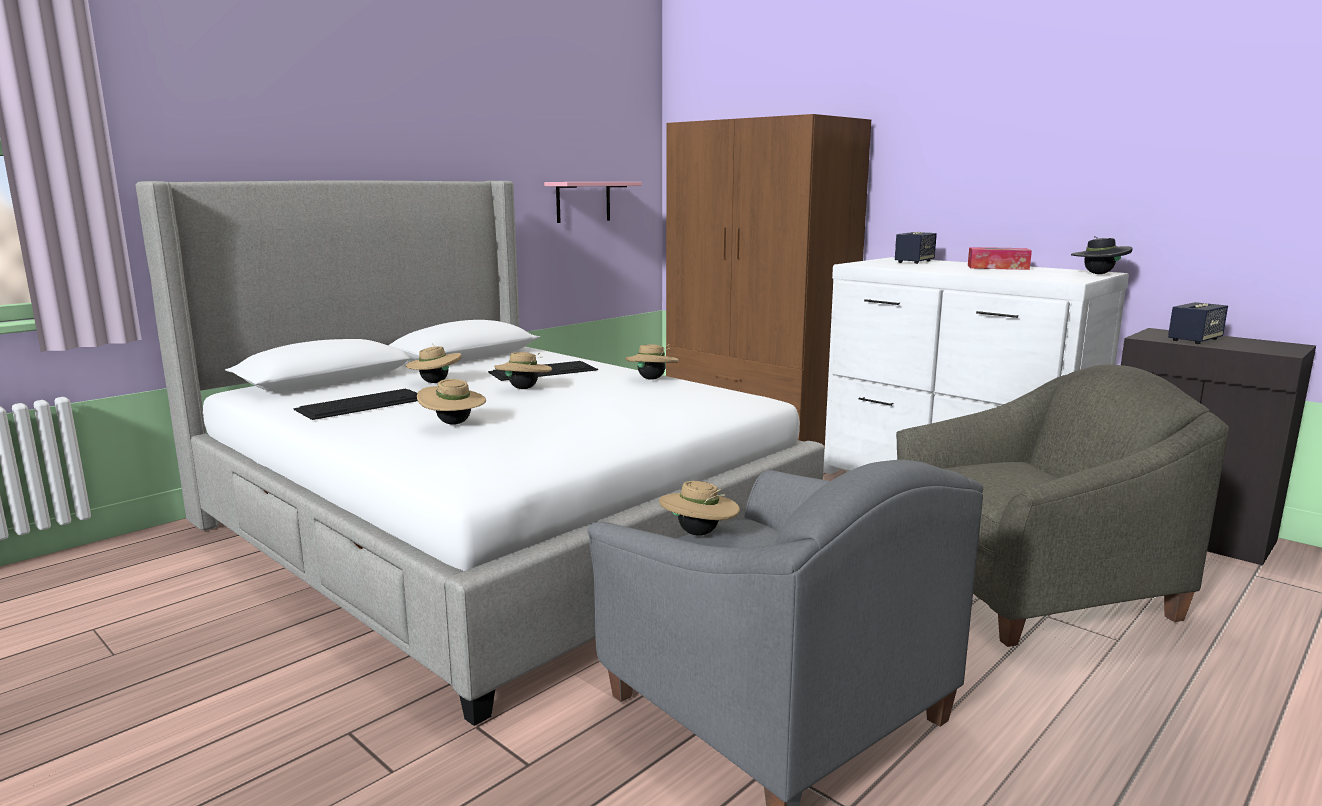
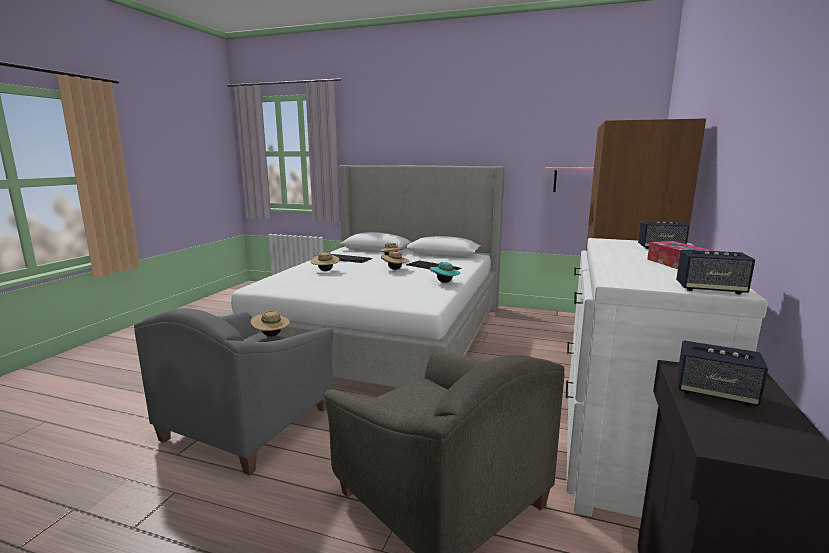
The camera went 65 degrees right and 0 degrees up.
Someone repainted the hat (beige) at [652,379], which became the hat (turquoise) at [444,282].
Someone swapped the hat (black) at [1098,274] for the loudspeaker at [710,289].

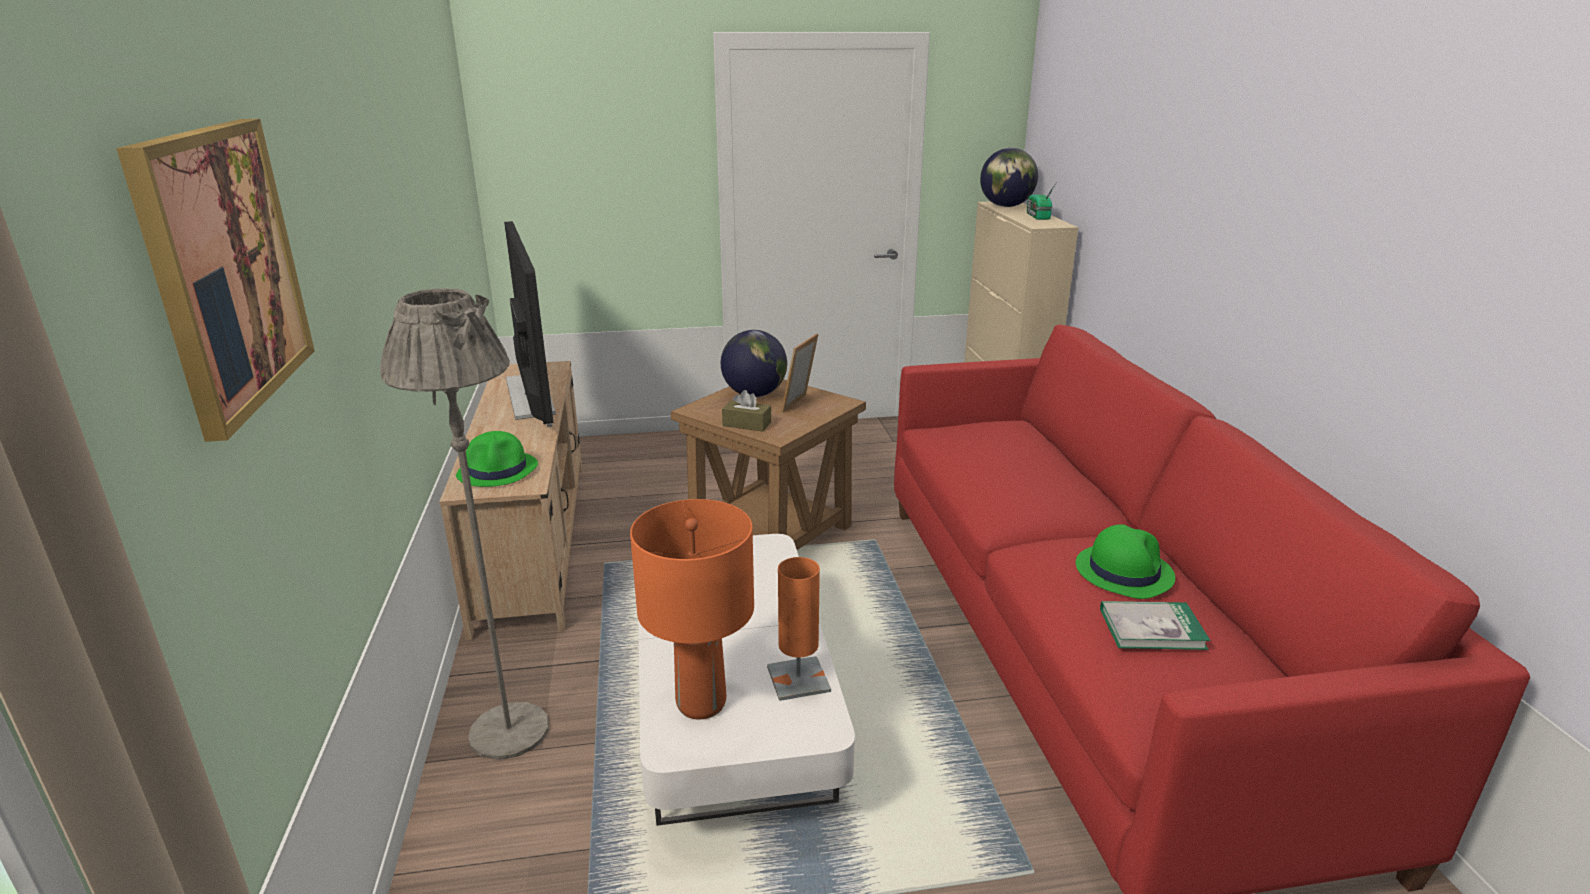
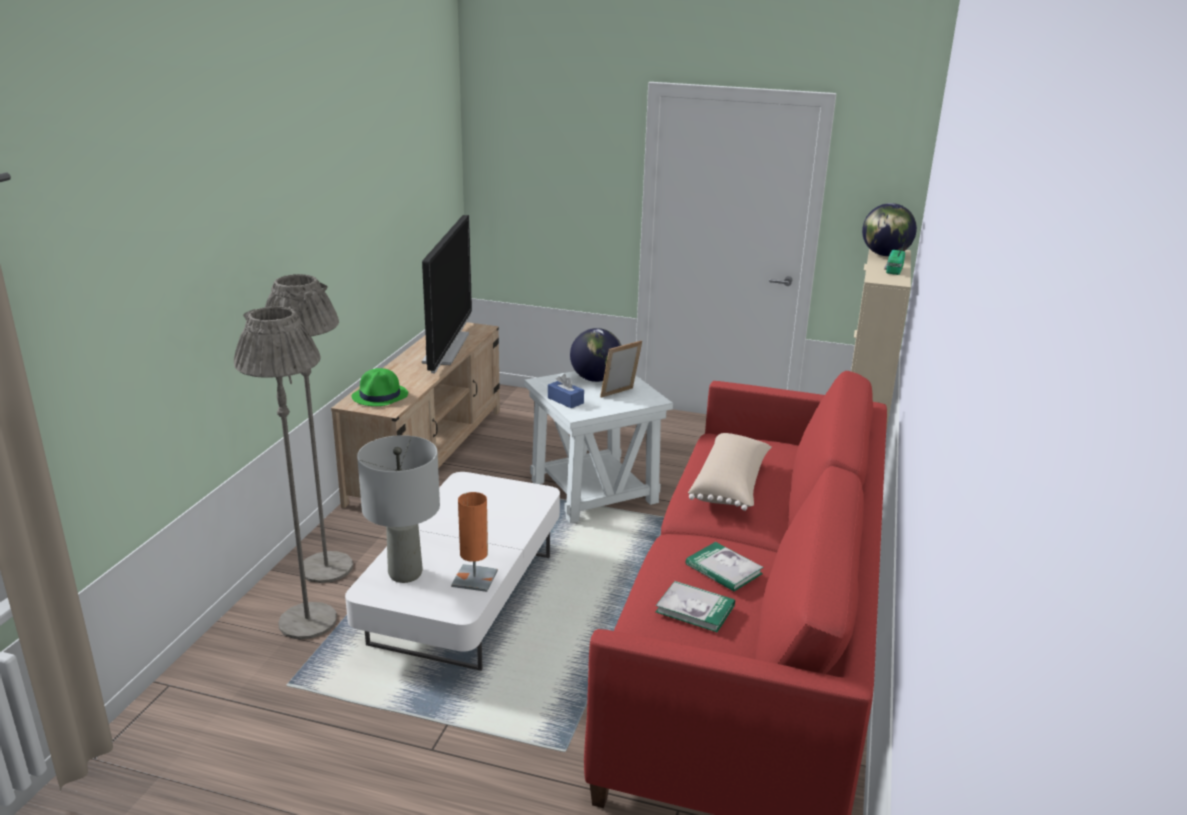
The camera went 25 degrees right and 0 degrees up.
Someone took away the wall art at [223,269].
Someone repainted the table lamp (orangey) at [702,703], which became the table lamp (gray) at [406,573].
Someone repainted the side table (brownish) at [771,533], which became the side table (whitish) at [593,492].
Someone repainted the tissue holder (brownish) at [747,424], which became the tissue holder (bluish) at [565,400].
Someone swapped the hat (greenish) at [1123,571] for the bound book at [723,569].
Someone put down the floor lamp (gray) at [308,621].
Someone put down the cushion (beige) at [731,485].

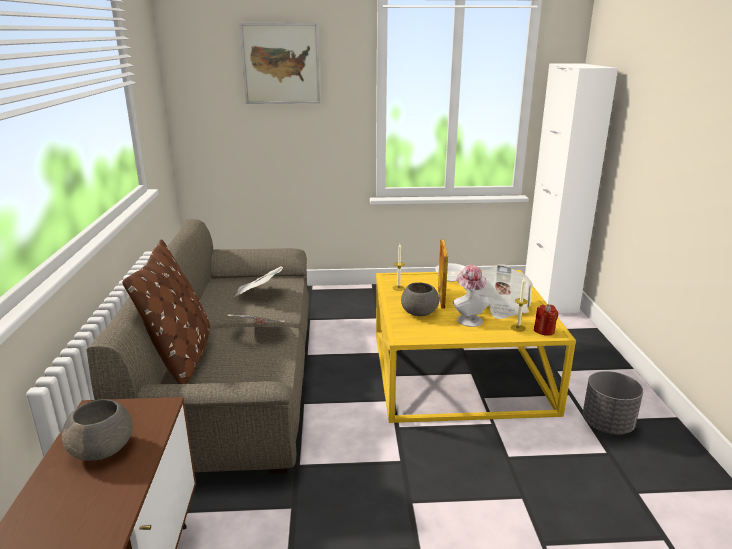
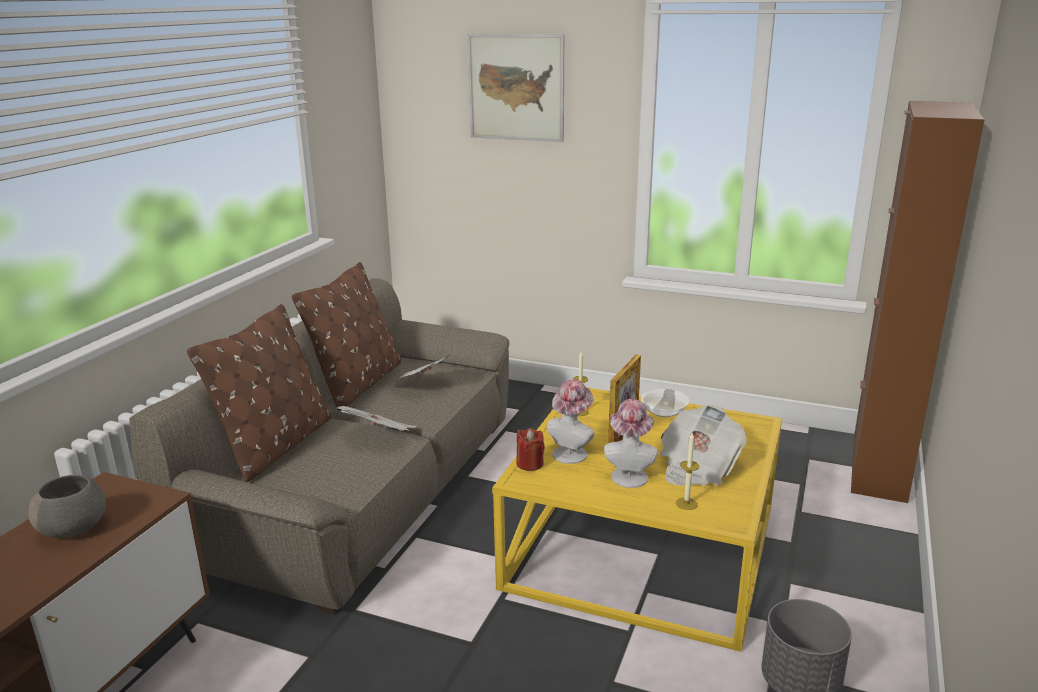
The camera went 25 degrees right and 0 degrees up.
Someone swapped the serving bowl (gray) at [419,313] for the hat at [571,452].
Someone repainted the cupboard (whitish) at [549,297], which became the cupboard (brownish) at [878,469].
Someone carried the wax light (red-coloured) from [544,330] to [530,464].
Someone put down the cushion (brownish) at [358,384].

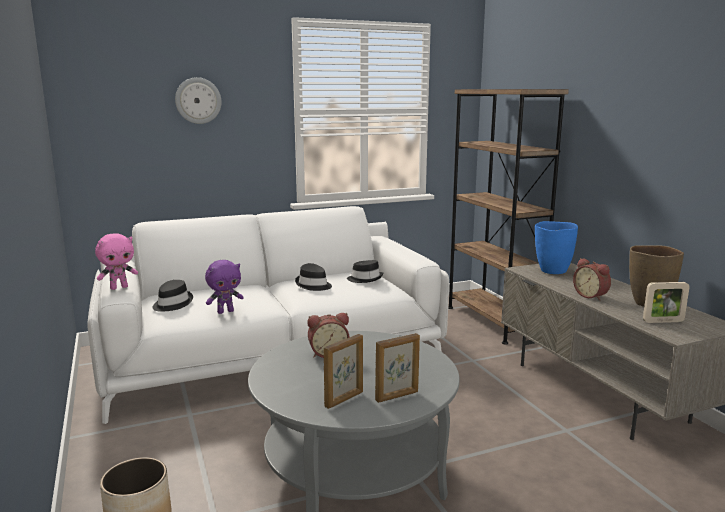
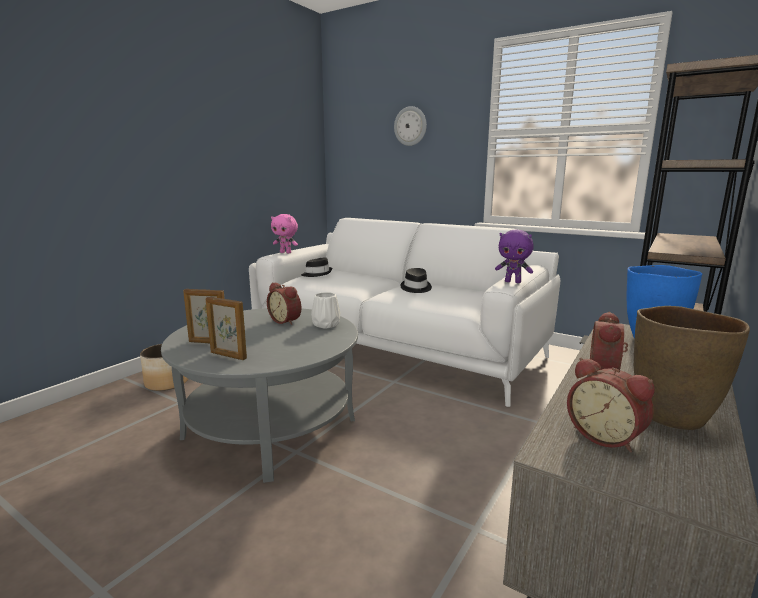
The camera went 55 degrees right and 0 degrees up.
Someone carried the plush toy (purple) from [225,311] to [513,282].
Someone took away the hat (black) at [365,279].
Someone swapped the photo frame at [663,321] for the bedside clock at [606,436].
Someone put down the vase (whitish) at [326,325].

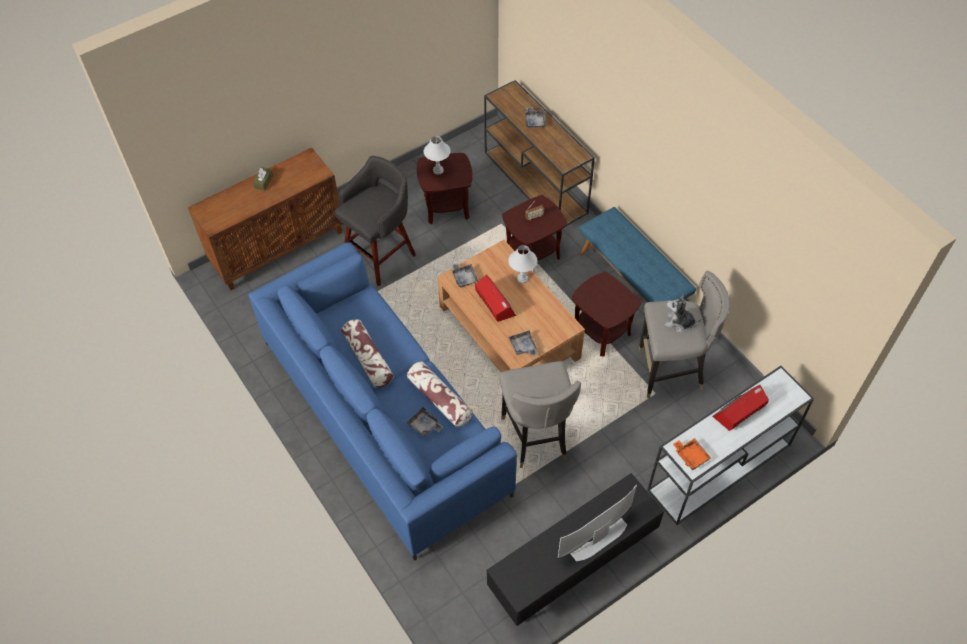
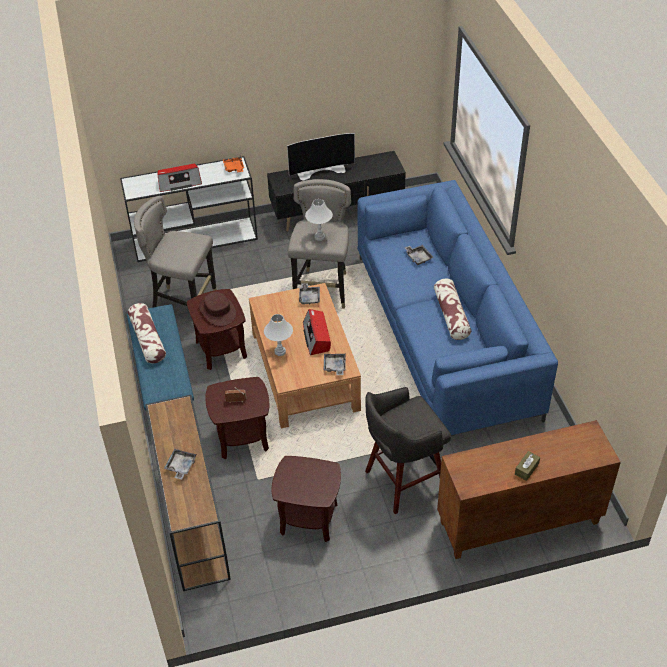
The camera went 160 degrees left and 10 degrees down.
Someone carried the cushion from [439,399] to [148,339].
Someone carried the table lamp (whitish) from [438,170] to [320,237].
Someone took away the plush toy at [679,323].
Someone put down the hat (brownish) at [217,311].

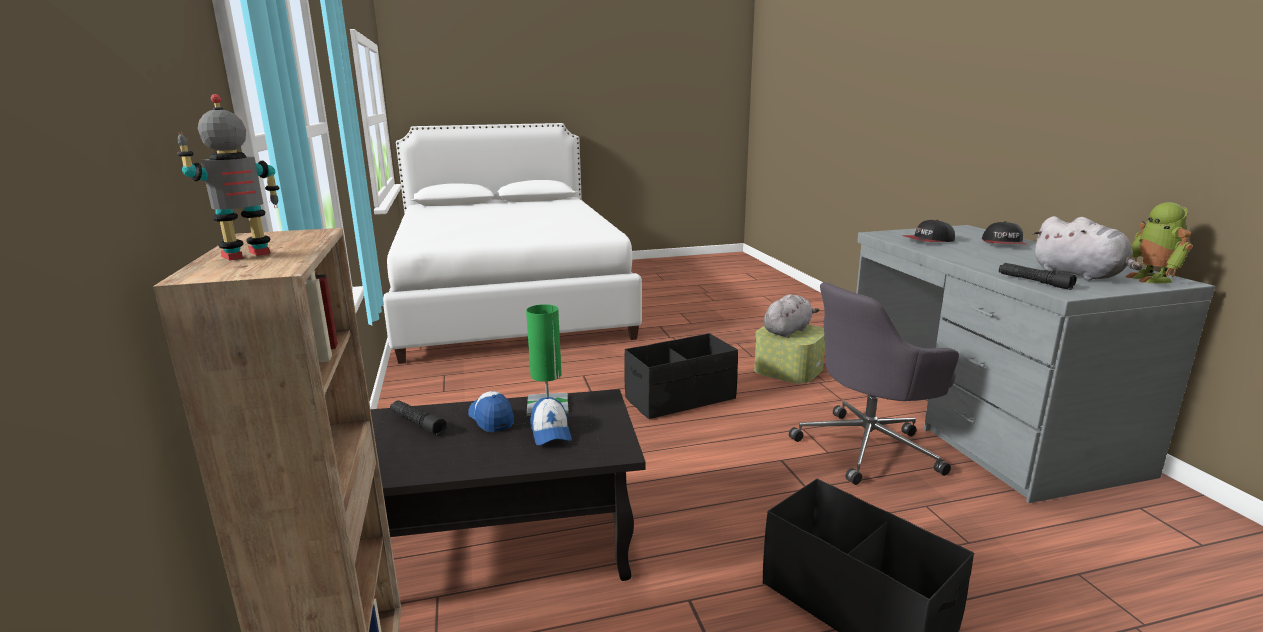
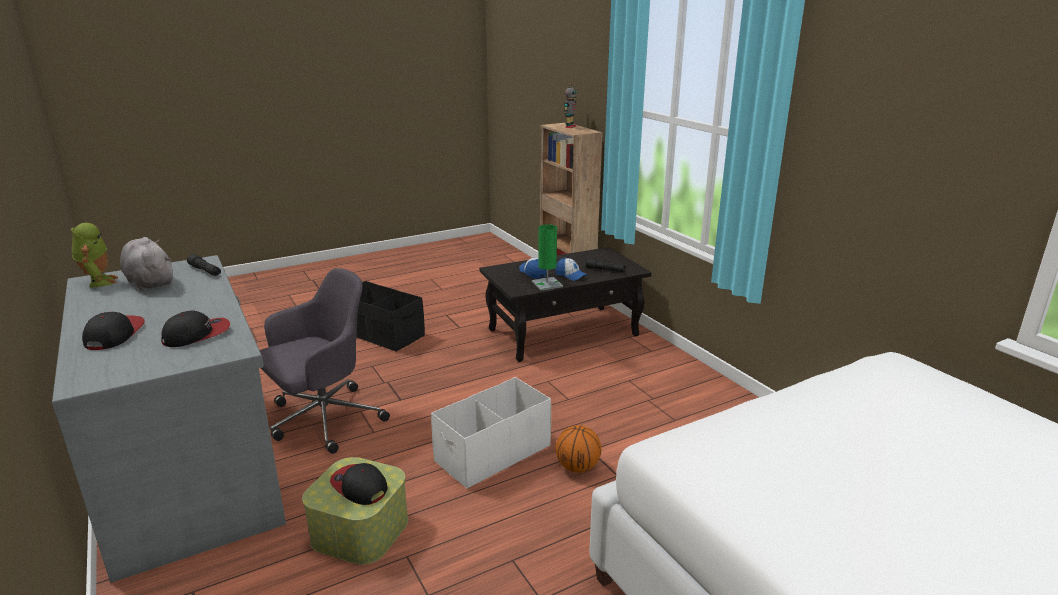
The camera went 165 degrees right and 5 degrees up.
Someone repainted the storage bin (black) at [680,398], which became the storage bin (whitish) at [492,453].
Someone swapped the plush toy (gray) at [788,331] for the peaked cap at [359,486].
Someone put down the ball for basketball at [577,467].

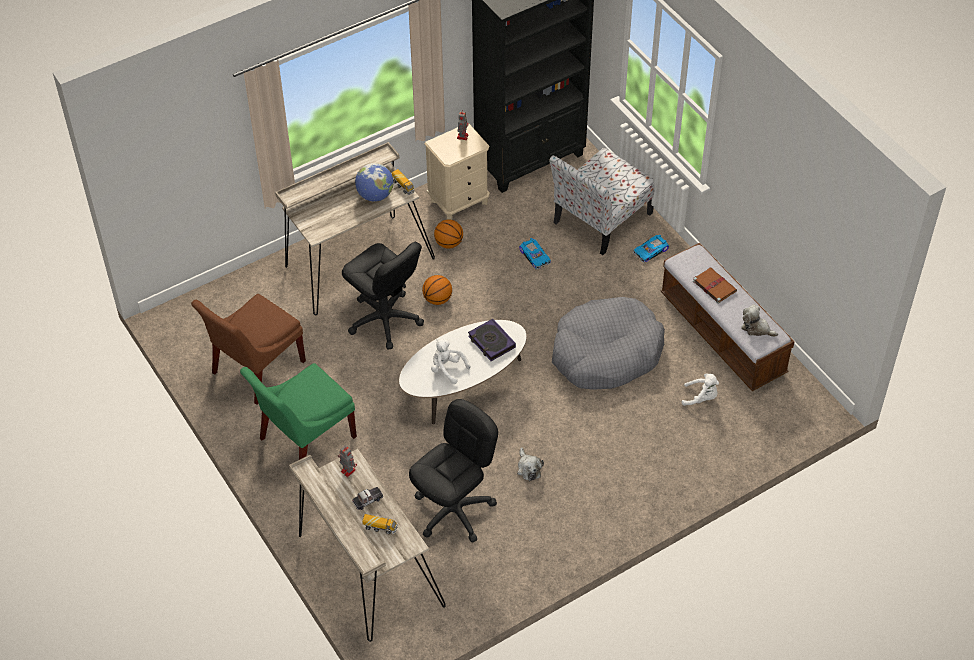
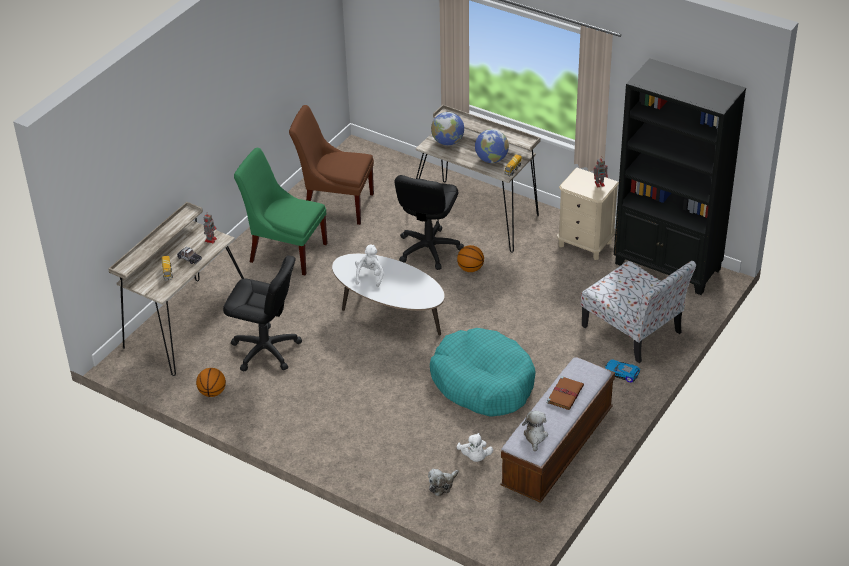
The camera went 65 degrees right and 10 degrees down.
Someone carried the ball for basketball from [449,243] to [212,392].
Someone took away the bound book at [491,342].
Someone carried the plush toy from [528,468] to [442,485].
Someone took away the toy car at [535,256].
Someone rotated the plain chair at [600,219] by 150 degrees counterclockwise.
Someone repainted the dog bed (gray) at [606,353], which became the dog bed (turquoise) at [483,382].
Someone put down the globe at [447,142].

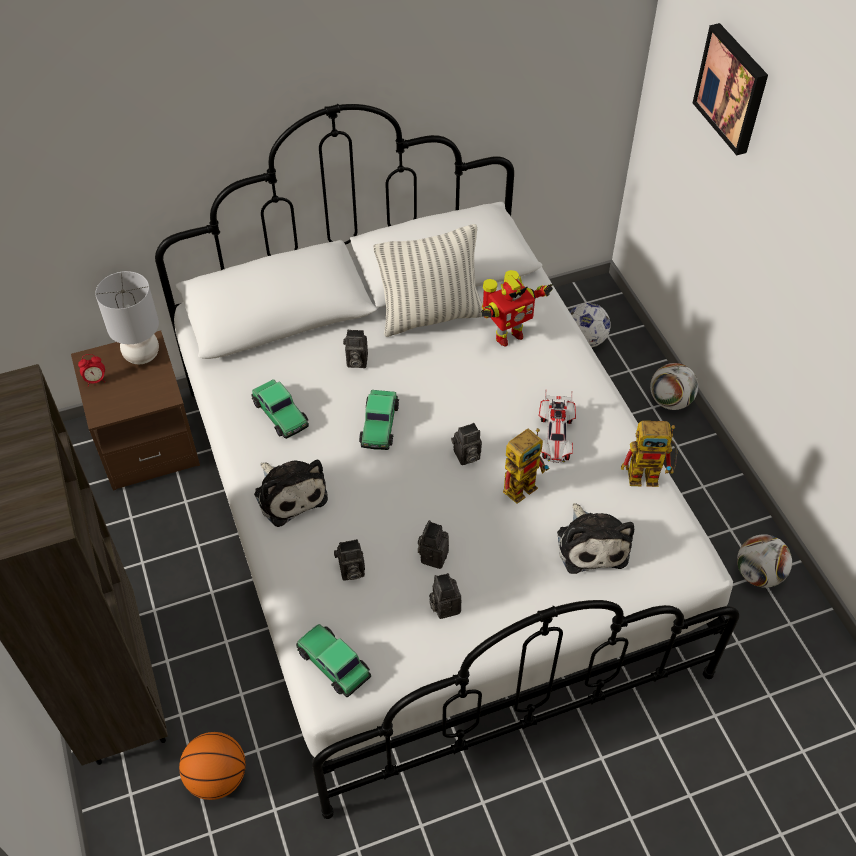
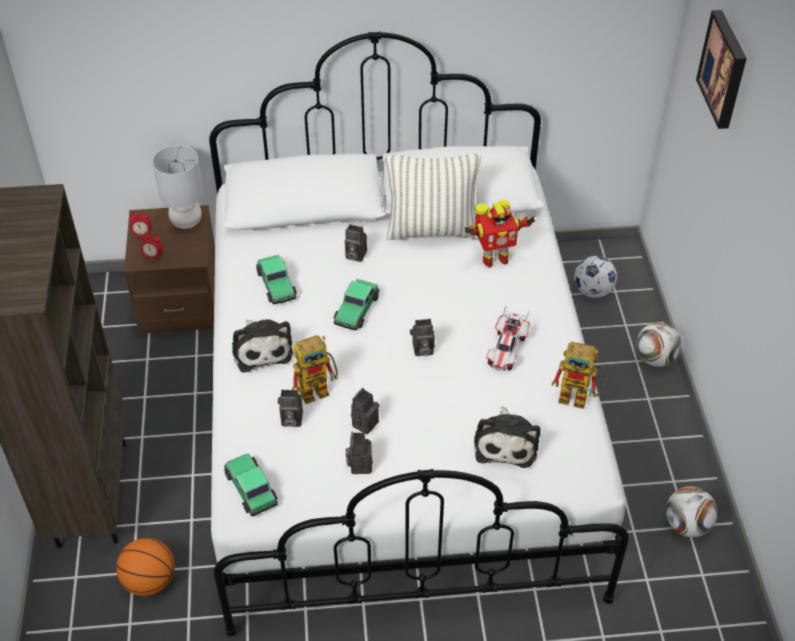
The camera went 15 degrees right and 5 degrees down.
Someone carried the model robot from [523,483] to [319,388].
Someone put down the bedside clock at [153,256].

